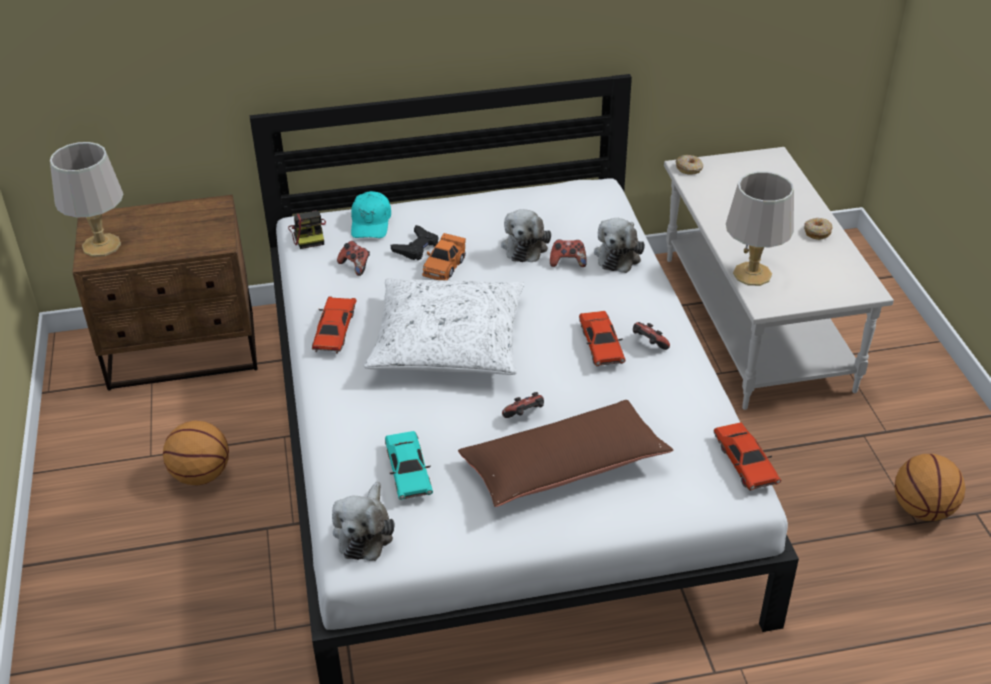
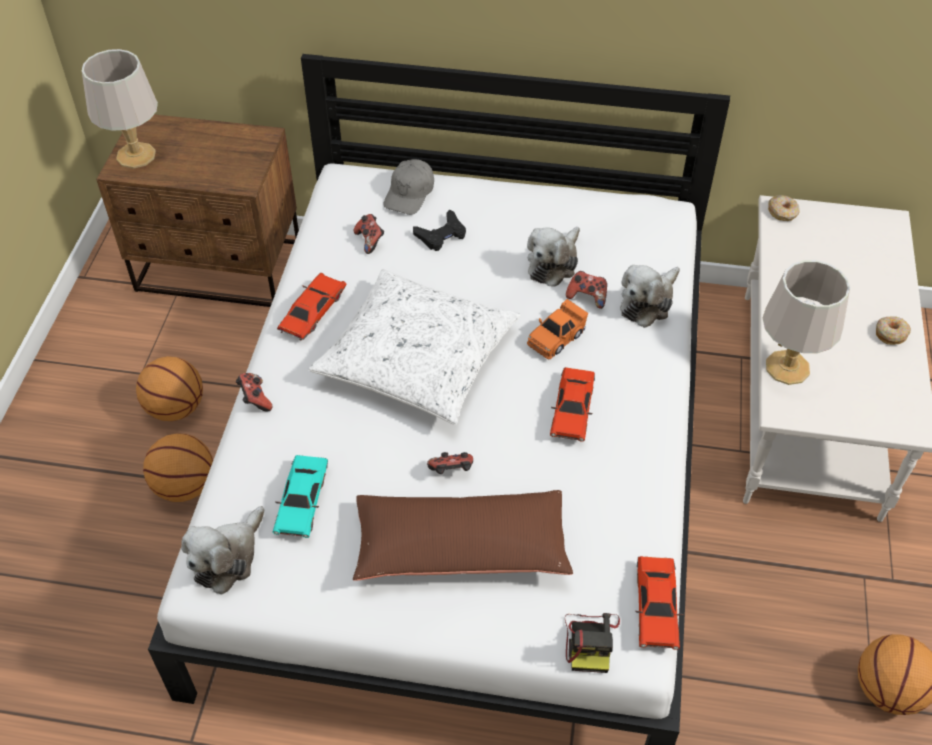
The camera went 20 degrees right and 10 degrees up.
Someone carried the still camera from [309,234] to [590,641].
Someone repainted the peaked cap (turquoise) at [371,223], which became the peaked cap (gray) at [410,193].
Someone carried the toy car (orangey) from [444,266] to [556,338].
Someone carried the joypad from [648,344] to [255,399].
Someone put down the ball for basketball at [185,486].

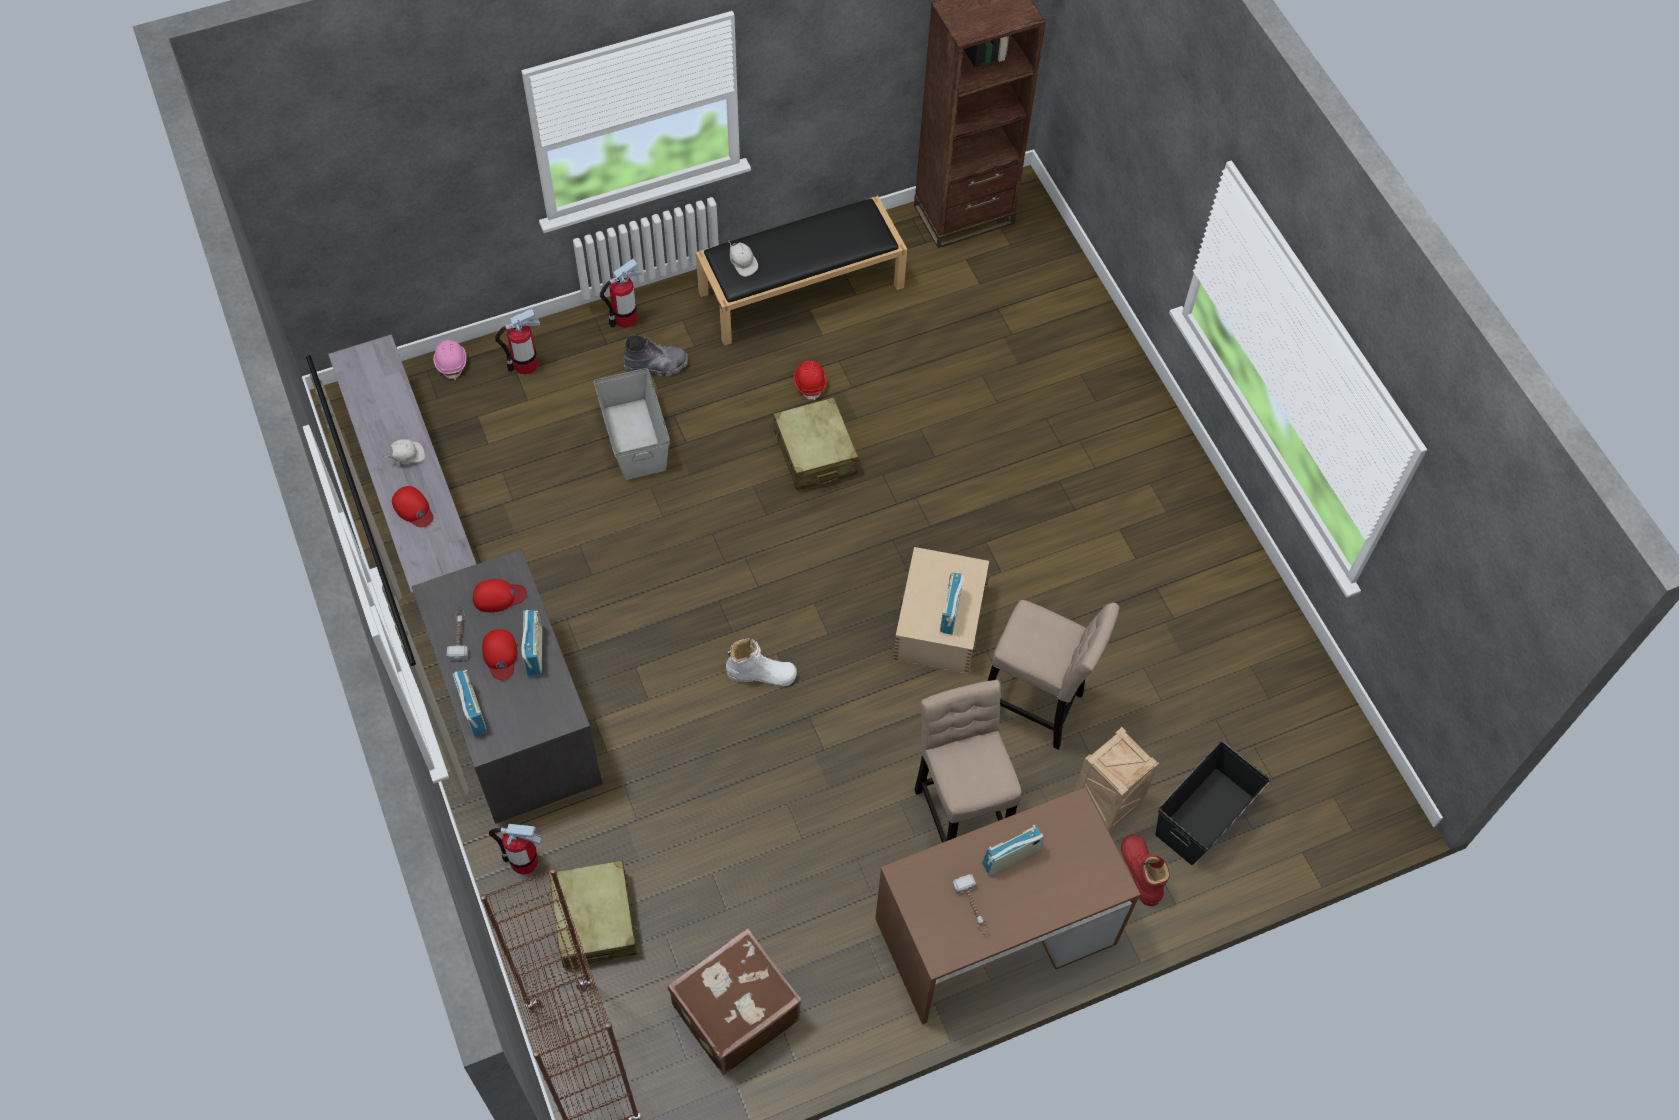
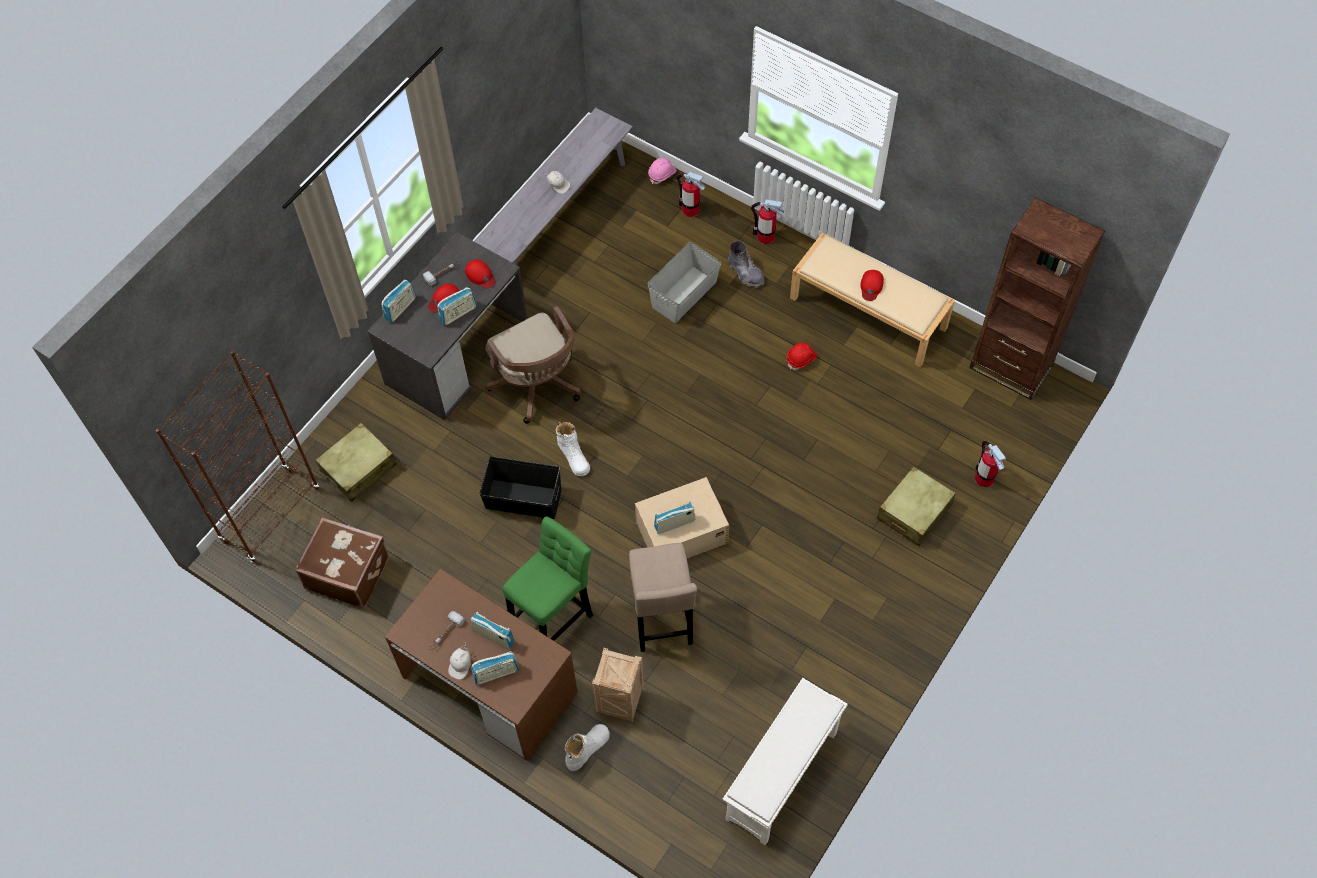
The camera went 60 degrees right and 0 degrees up.
Someone carried the peaked cap (red-coloured) from [413,508] to [871,286].
Someone carried the fire-fighting cylinder from [524,861] to [984,478].
Someone repainted the indoor bench (black) at [802,288], which became the indoor bench (beige) at [869,313].
Someone carried the peaked cap (whitish) from [743,263] to [461,665].
Someone carried the piece of luggage (beige) from [815,453] to [914,512].
Someone repainted the stool seat (beige) at [959,814], which became the stool seat (greenish) at [555,620].
Someone repainted the tall boot (red-coloured) at [1140,872], which became the tall boot (whitish) at [587,748].
Someone carried the storage bin (black) from [1203,815] to [523,498].
Someone put down the radio receiver at [496,673].
Someone put down the office chair (brownish) at [538,386].
Someone put down the shoe stand (whitish) at [781,777].

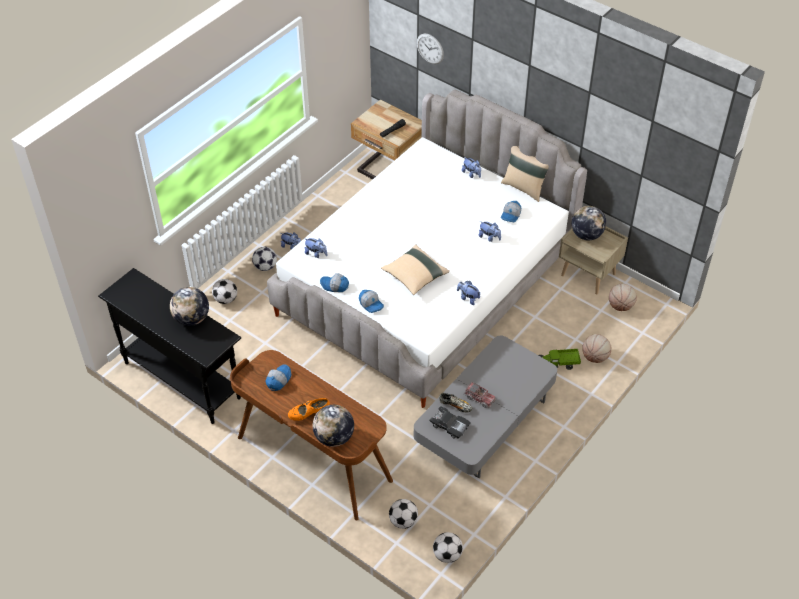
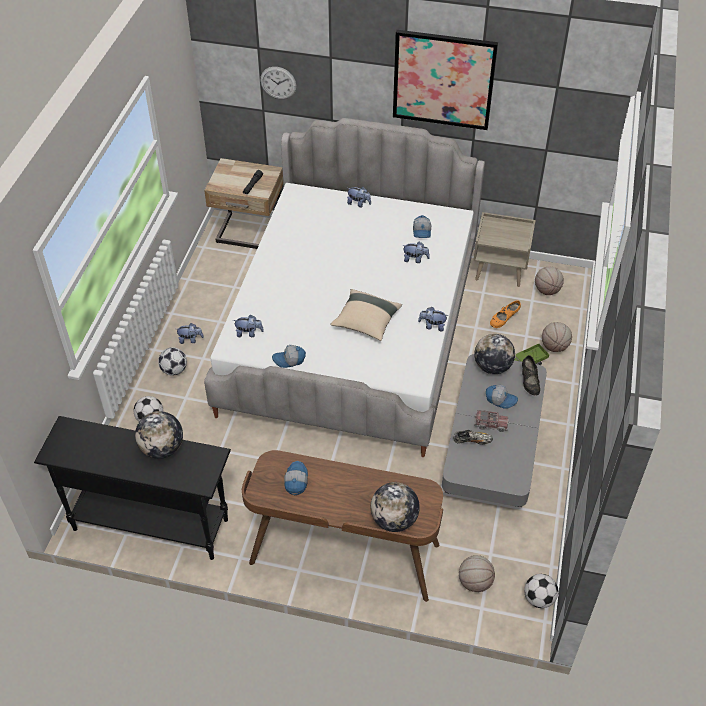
The camera went 25 degrees left and 0 degrees up.
Someone carried the low shoe (orangey) from [309,414] to [504,320].
Someone carried the peaked cap from [371,304] to [500,399].
Someone swapped the football ball at [403,521] for the ball for basketball at [475,582].
Someone took away the toy car (black) at [449,425].
Someone took away the cushion (beige) at [524,188].
Someone carried the globe from [586,235] to [492,367].
Someone put up the wall art at [443,80].
Someone put down the low shoe (black) at [529,383].

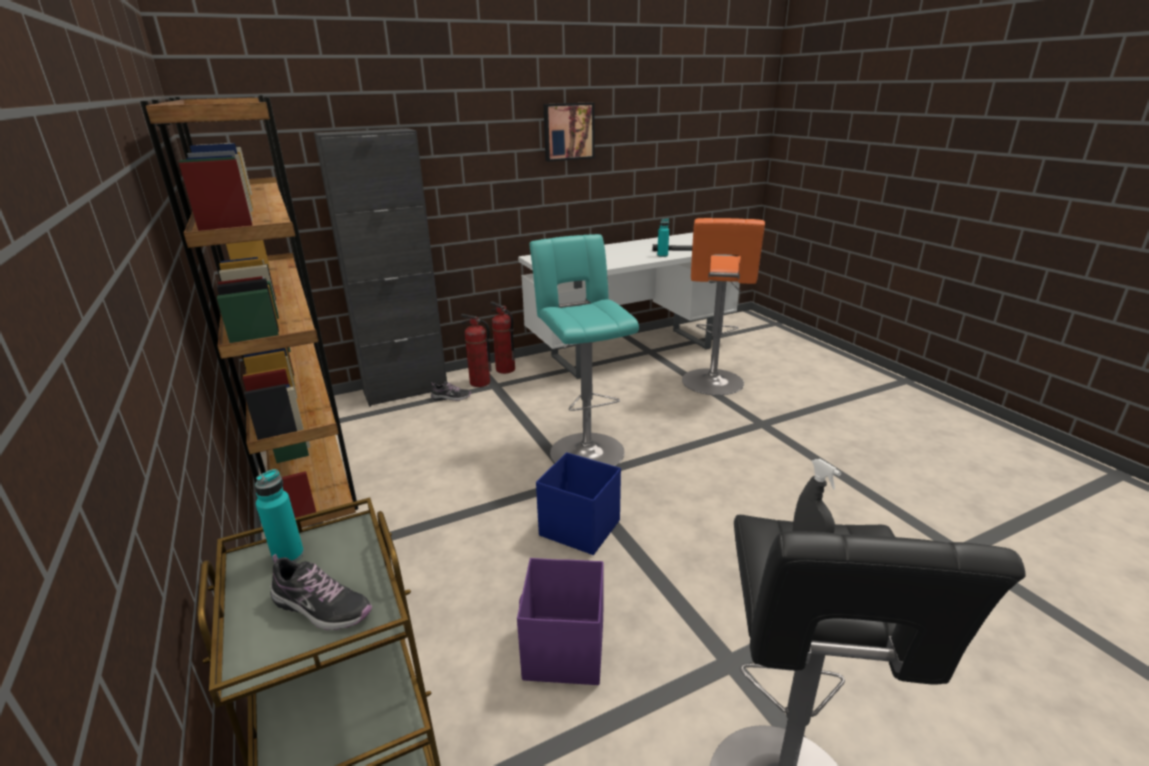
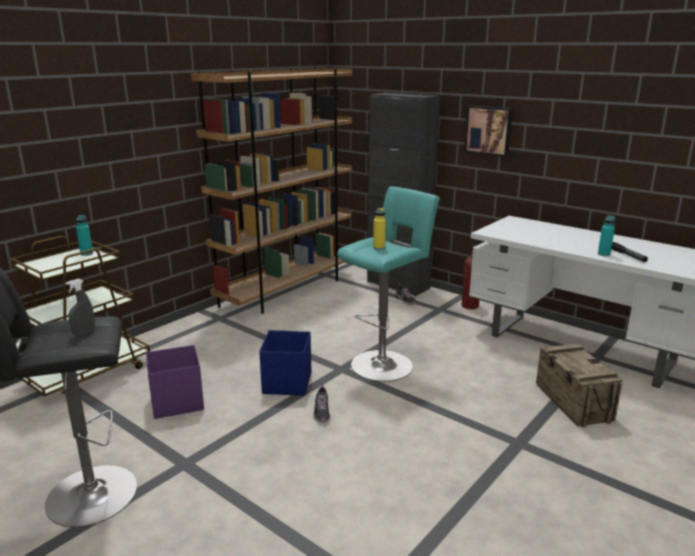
The camera went 65 degrees right and 5 degrees down.
Someone carried the low shoe from [321,607] to [321,412].
Someone took away the fire-fighting cylinder at [479,383].
Someone carried the wall art from [568,131] to [489,130].
Someone swapped the stool seat (orangey) at [712,383] for the shipping crate at [572,402].
Someone put down the drink bottle (yellowish) at [379,247].

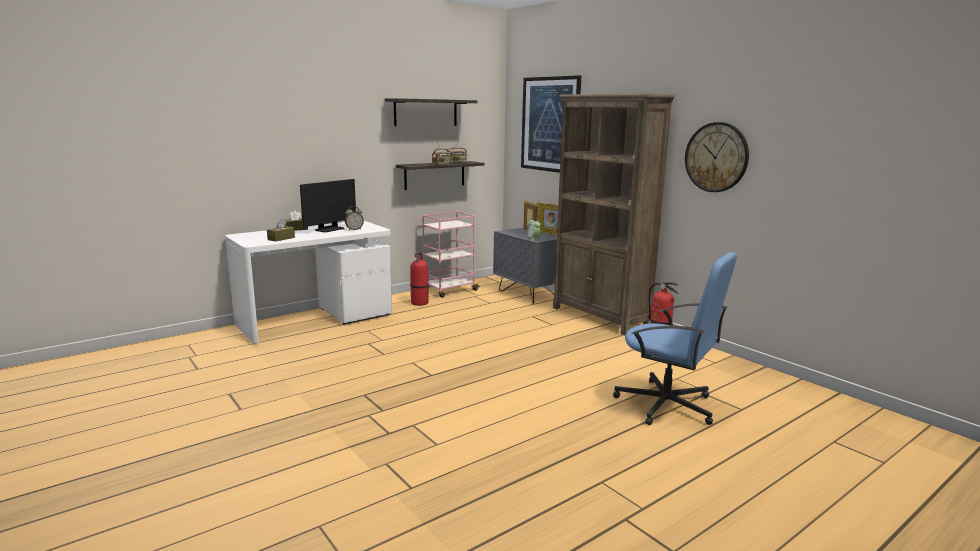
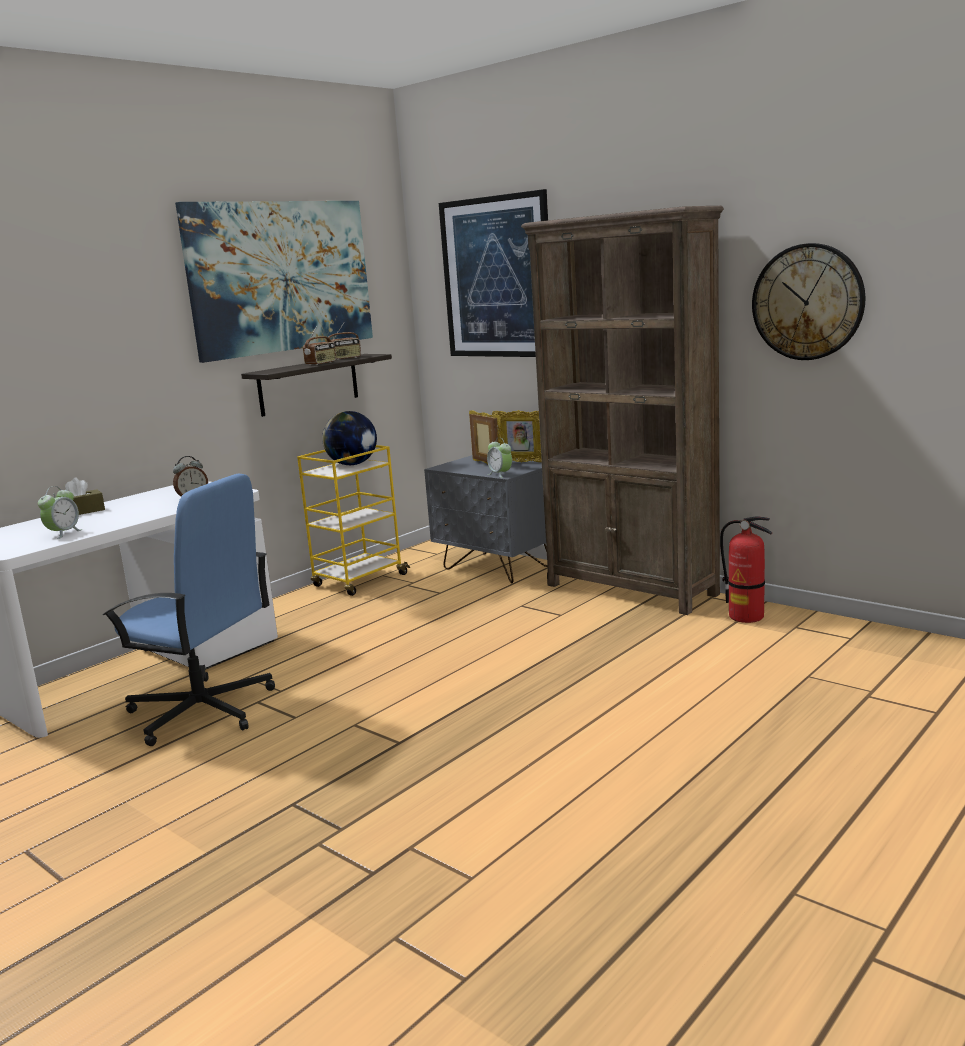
The camera went 10 degrees left and 0 degrees up.
Someone swapped the tissue holder (brownish) at [281,238] for the bedside clock at [63,533].
Someone took away the computer screen at [329,229].
Someone swapped the wall shelf at [425,112] for the wall art at [281,277].
Someone took away the fire-fighting cylinder at [420,303].
Someone repainted the cart (pink) at [449,290], which became the cart (yellowish) at [359,581].
Someone carried the office chair (bluish) from [667,405] to [203,711].
Someone put down the globe at [352,464].

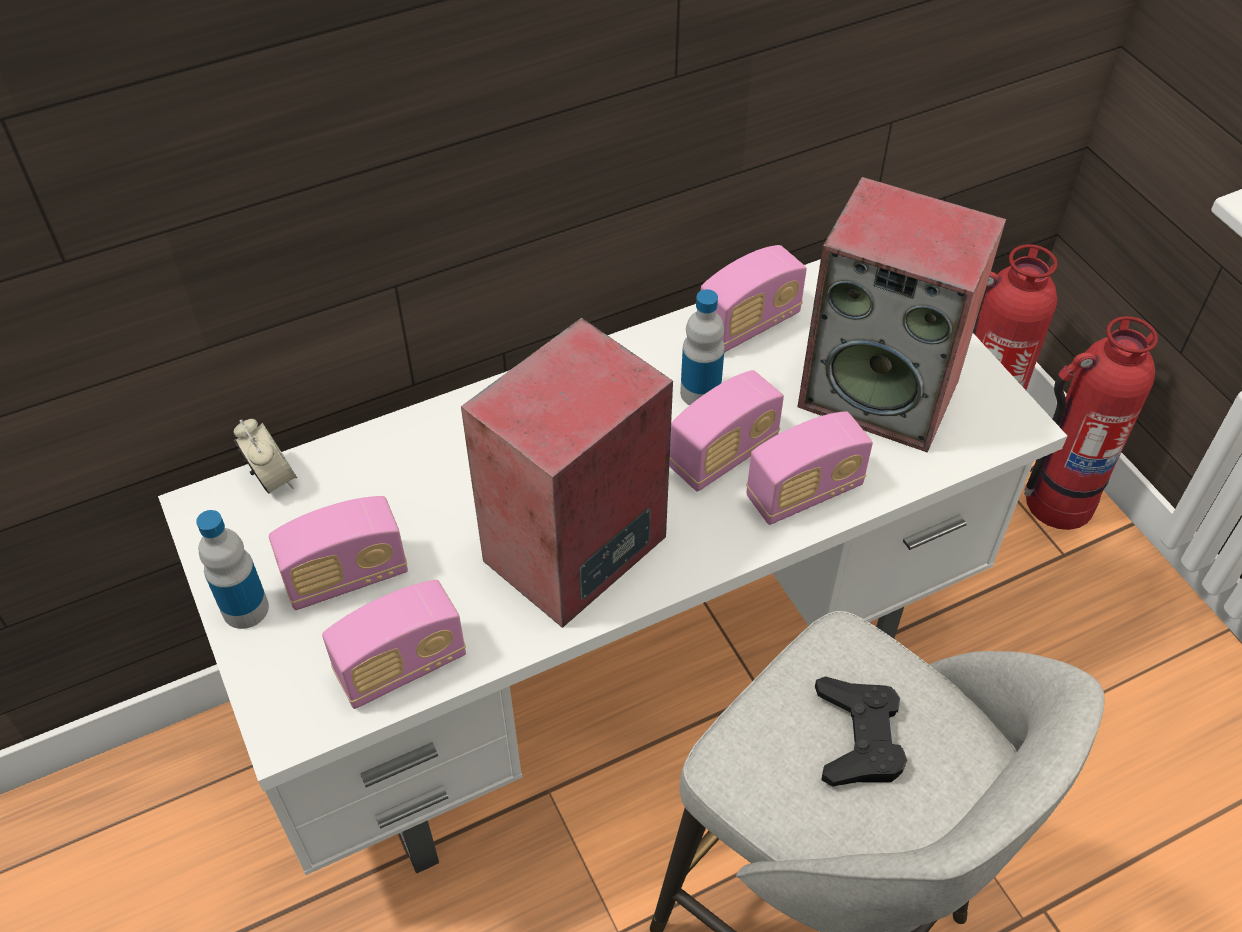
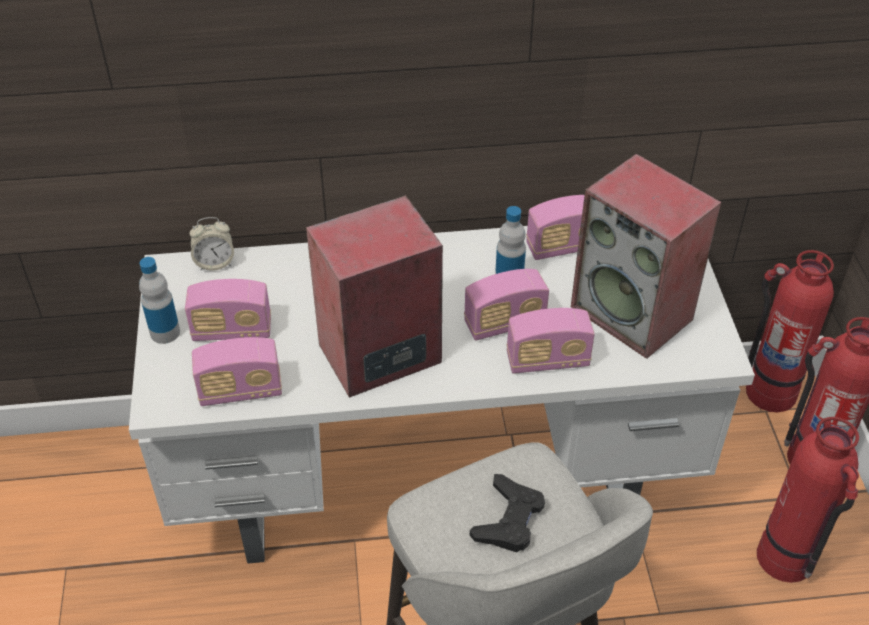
The camera went 20 degrees right and 5 degrees down.
Someone rotated the bedside clock at [272,479] by 90 degrees clockwise.
Someone put down the fire-fighting cylinder at [785,559].

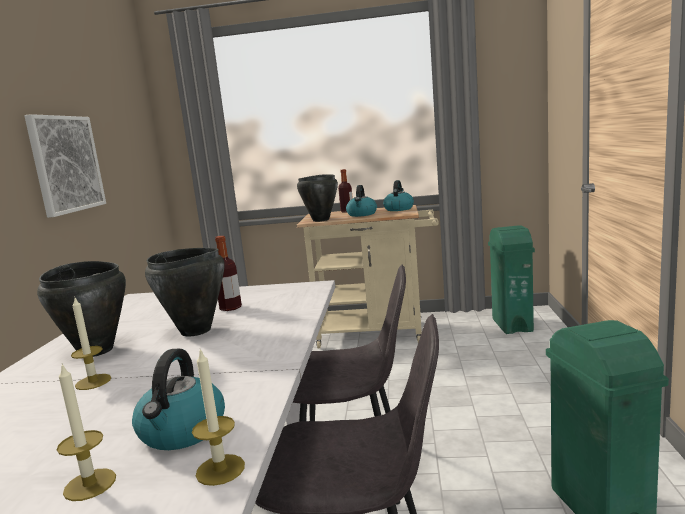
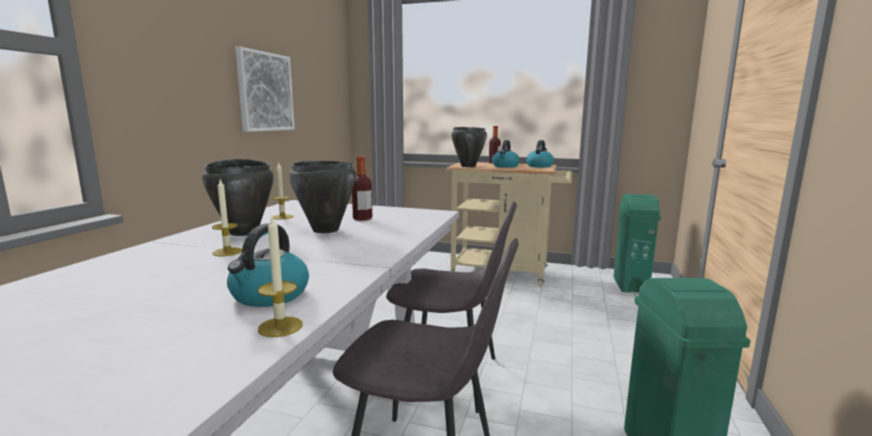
The camera went 10 degrees right and 0 degrees up.
Someone carried the wax light from [90,484] to [282,217].

